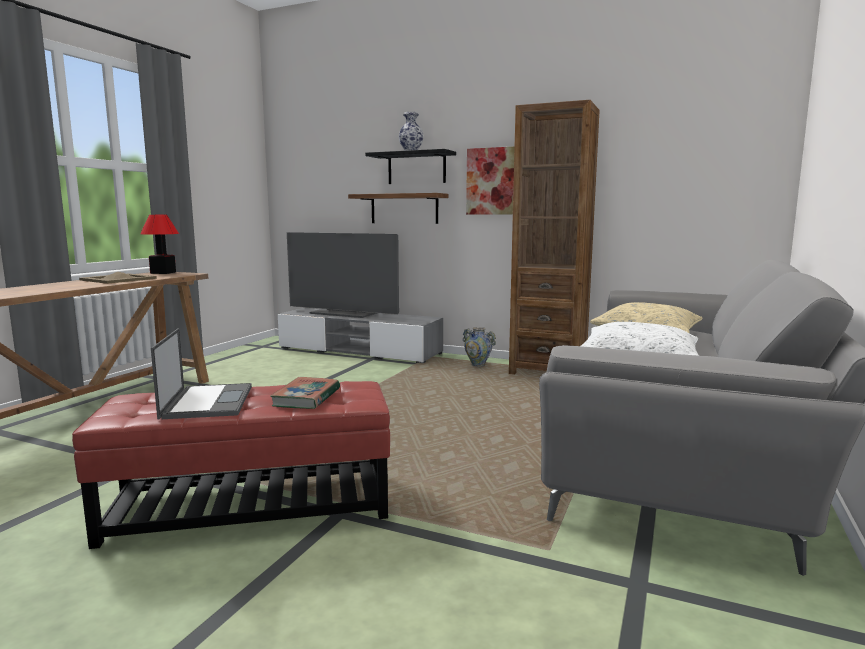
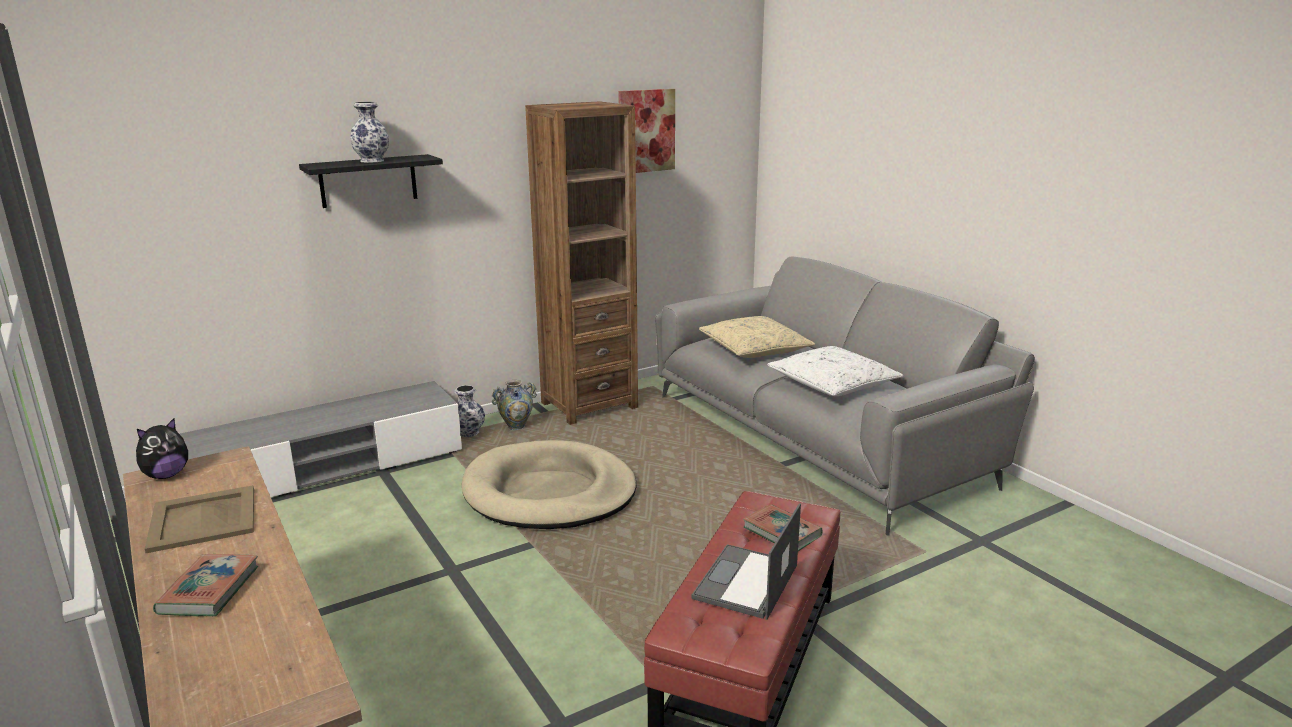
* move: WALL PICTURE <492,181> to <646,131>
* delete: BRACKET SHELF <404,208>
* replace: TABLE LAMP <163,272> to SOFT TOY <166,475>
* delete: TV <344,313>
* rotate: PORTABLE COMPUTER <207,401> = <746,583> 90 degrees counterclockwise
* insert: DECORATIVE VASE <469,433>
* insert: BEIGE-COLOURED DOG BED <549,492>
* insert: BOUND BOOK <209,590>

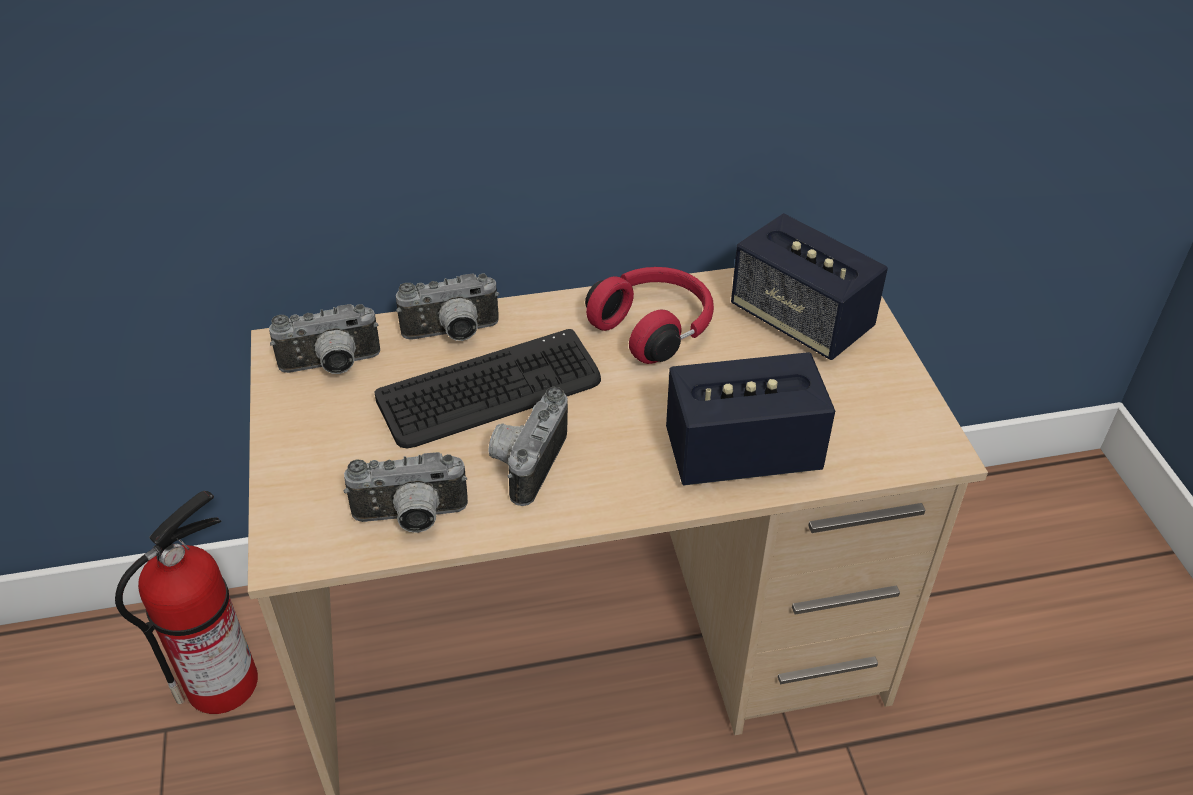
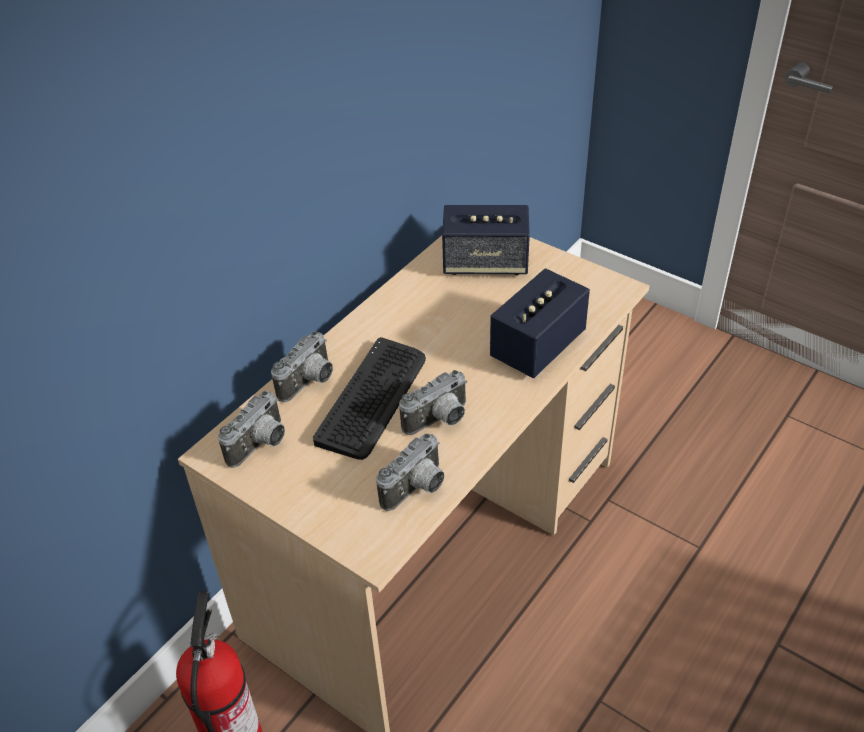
* delete: RED-COLOURED HEADPHONES <654,328>
* rotate: PHOTO CAMERA <526,462> = <439,421> 105 degrees counterclockwise

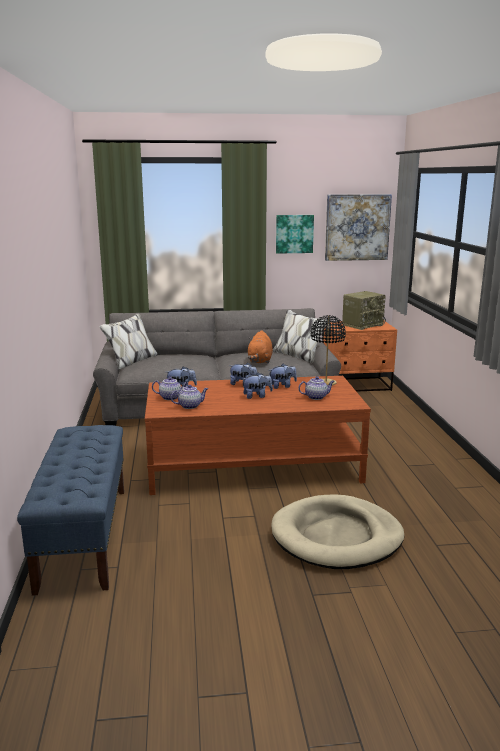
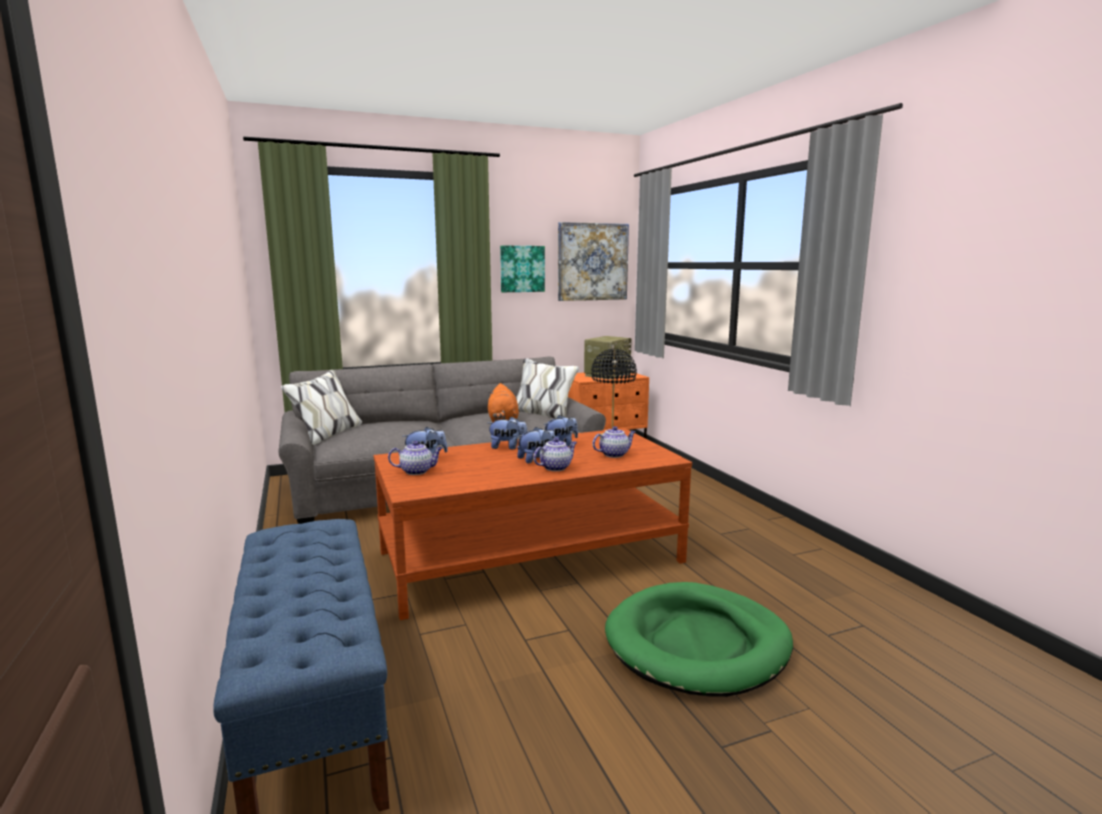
* move: POT FOR TEA <190,406> to <556,467>
* recolor: BEIGE-COLOURED DOG BED <337,536> to GREEN DOG BED <697,644>

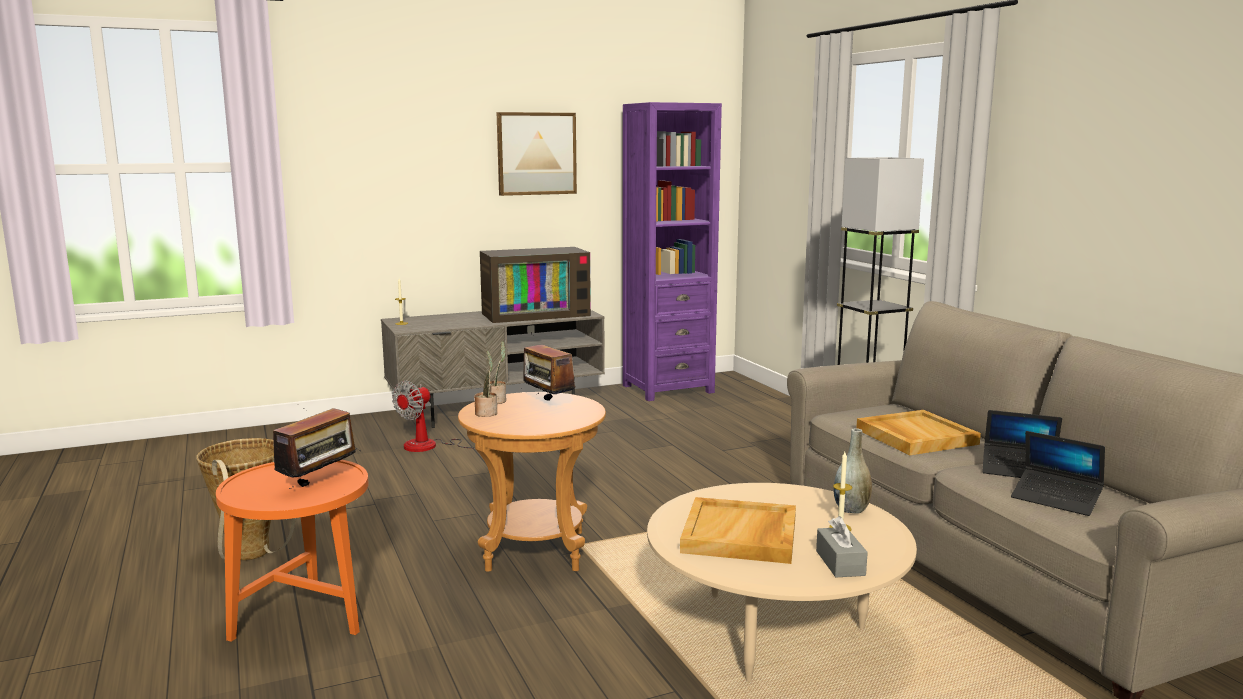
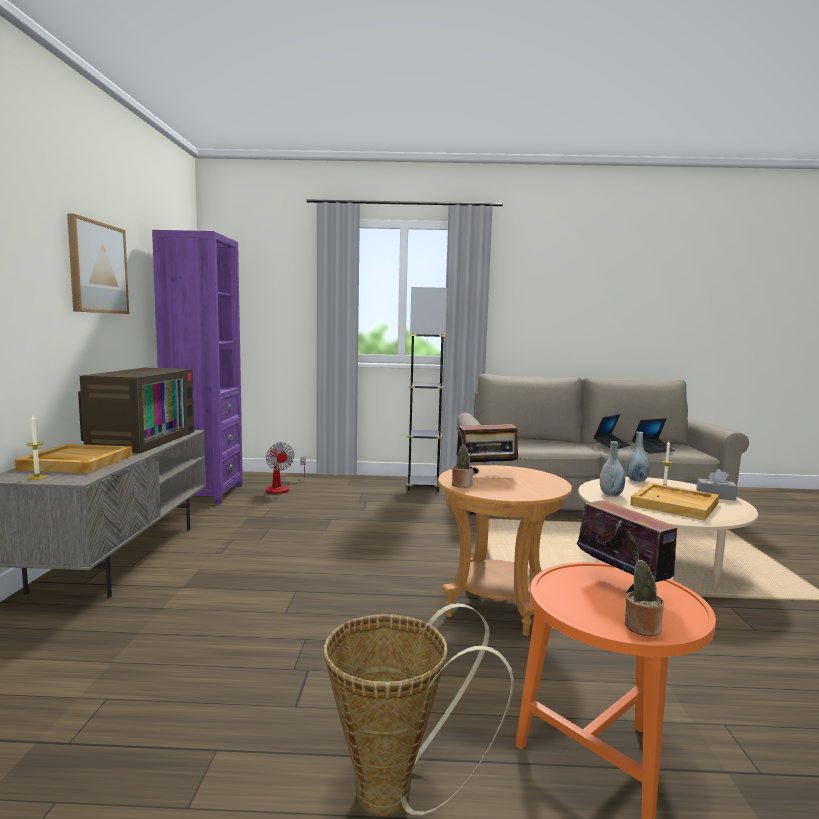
* move: POTTED PLANT <486,413> to <639,626>
* move: COOLING FAN <432,446> to <282,488>
* move: BEIGE-COLOURED SERVING TRAY <915,436> to <76,462>
* insert: GREY DECORATIVE VASE <611,494>

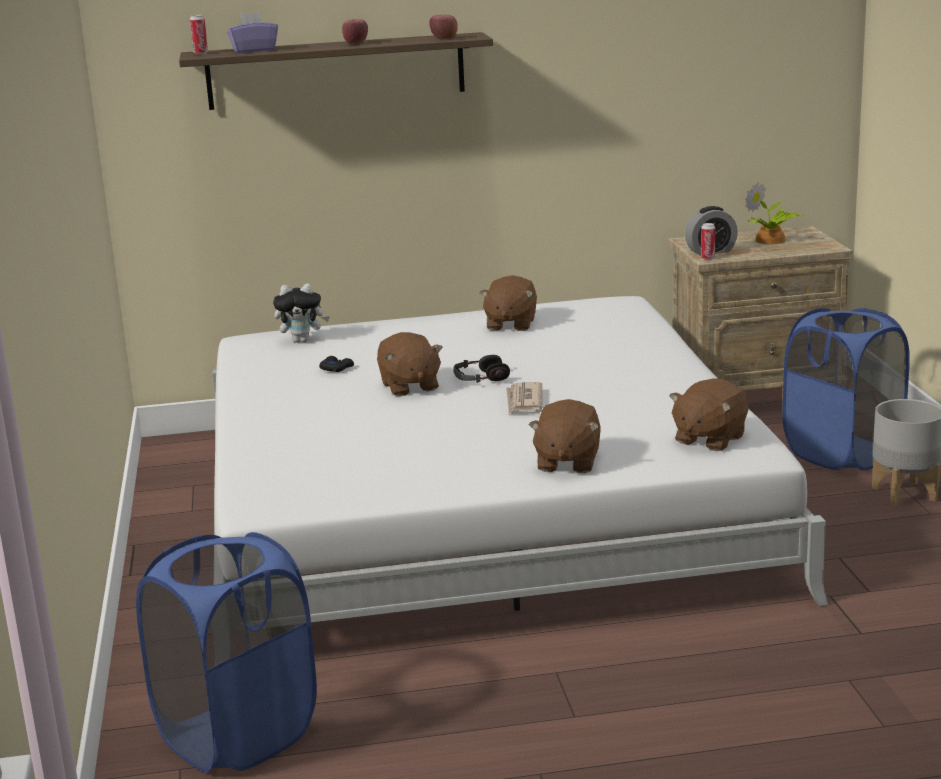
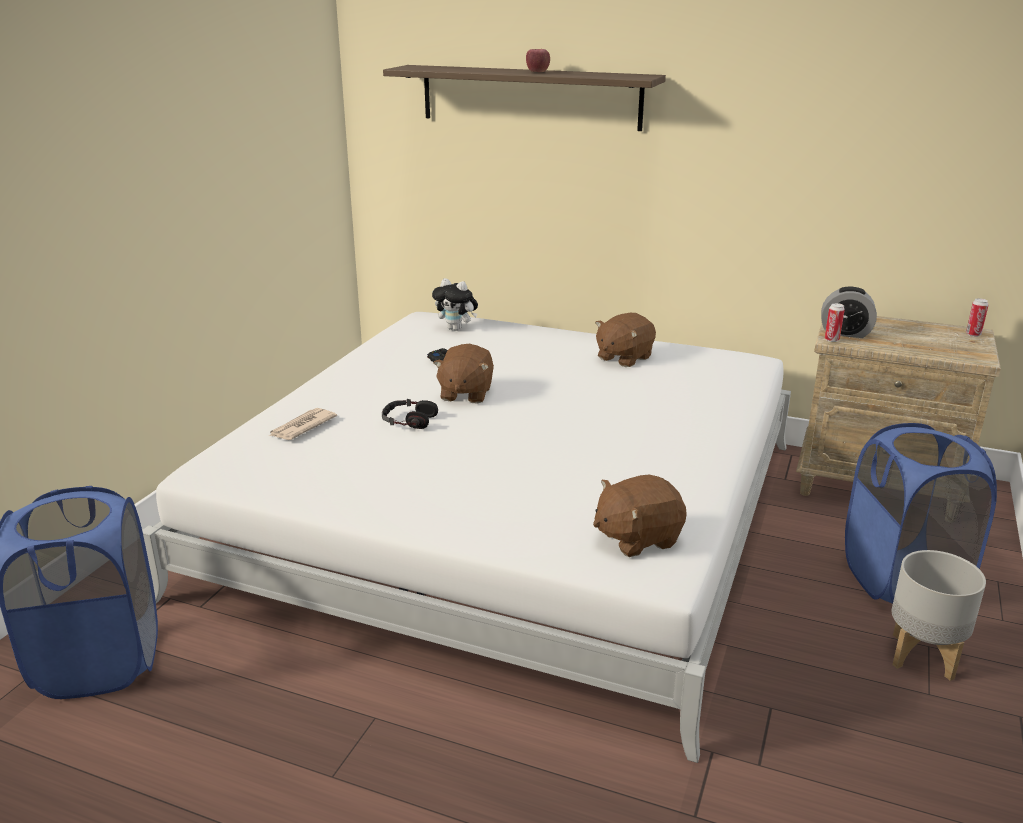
* delete: PURPLE-COLOURED BOX OF TISSUES <254,50>
* move: CAN <200,53> to <973,334>
* delete: APPLE FRUIT <444,39>
* delete: POTTED PLANT <771,241>
* move: HEADPHONES <481,378> to <409,420>
* move: NEWSPAPER <523,401> to <301,427>
* delete: BROWN-COLOURED SOFT TOY <566,462>

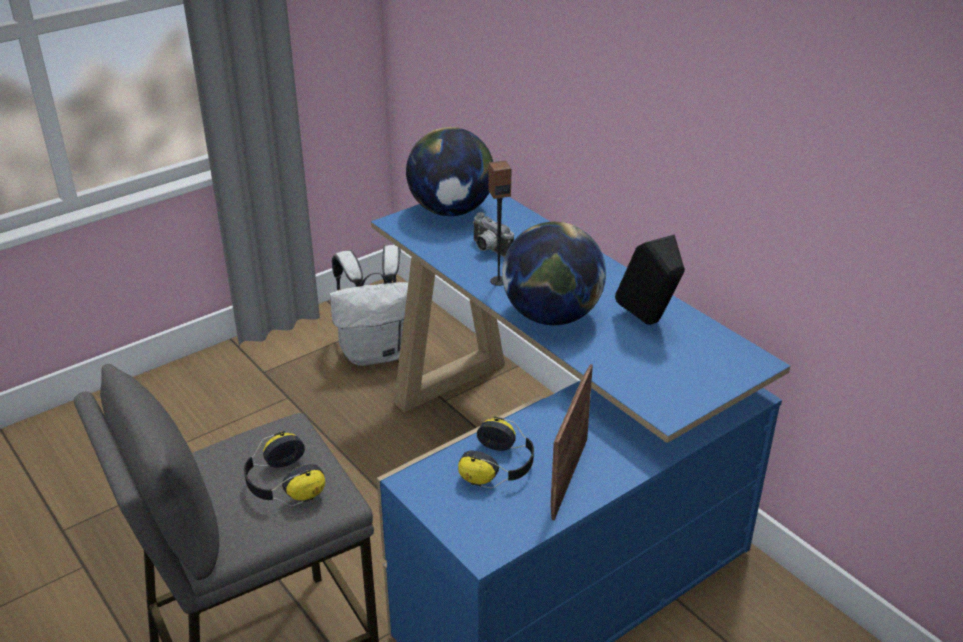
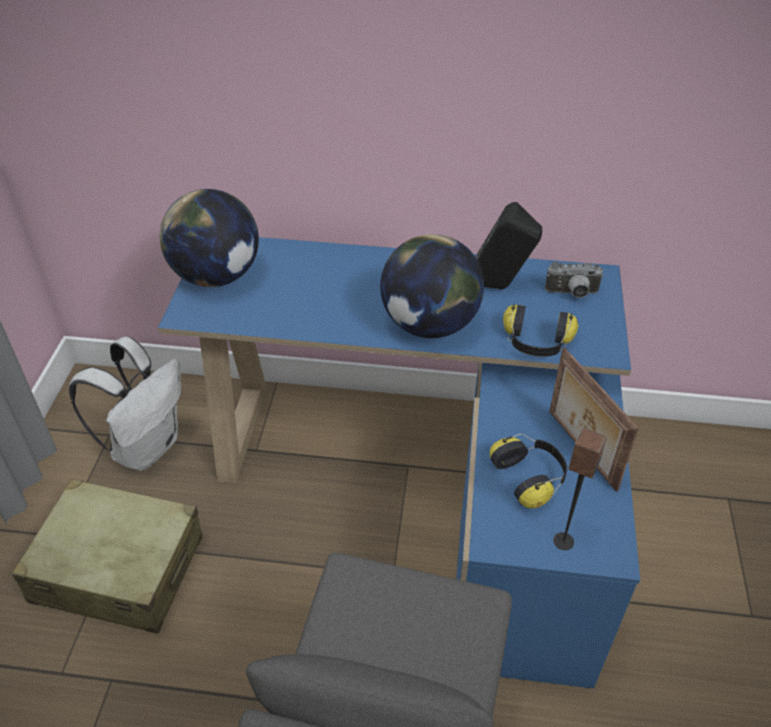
* move: SPEAKER <498,281> to <563,541>
* move: PHOTO CAMERA <488,249> to <572,294>
* move: HEADPHONES <282,484> to <536,343>
* insert: BEIGE-COLOURED SUITCASE <119,569>

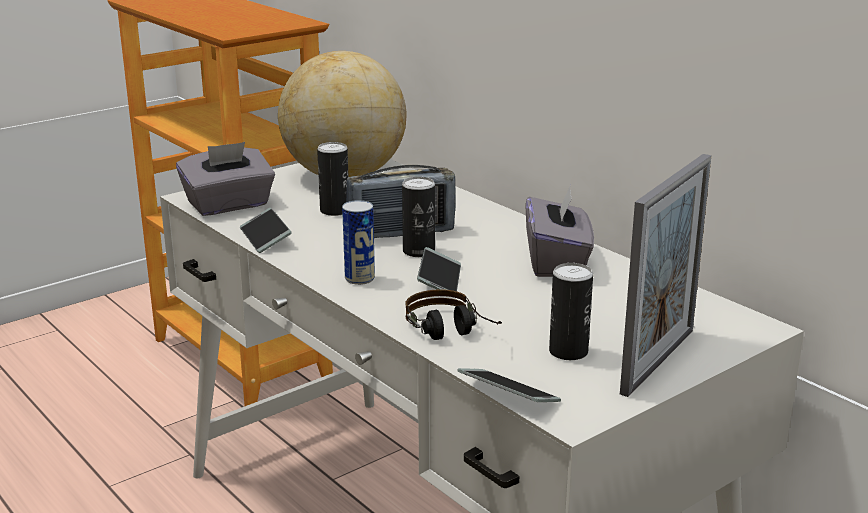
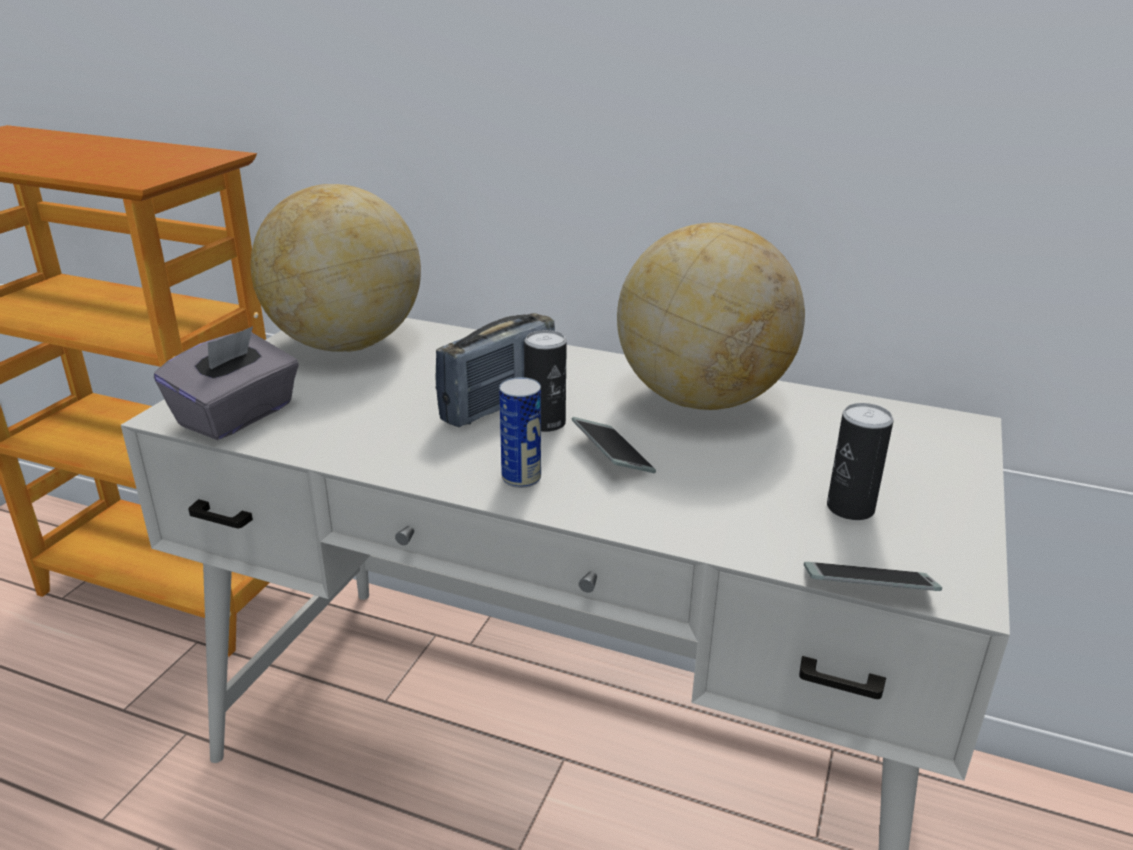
* delete: CAN <334,211>
* delete: PHOTO FRAME <658,361>
* replace: GREY BOX OF TISSUES <557,262> to GLOBE <701,399>
* delete: TELEPHONE <265,238>
* delete: HEADPHONES <452,333>

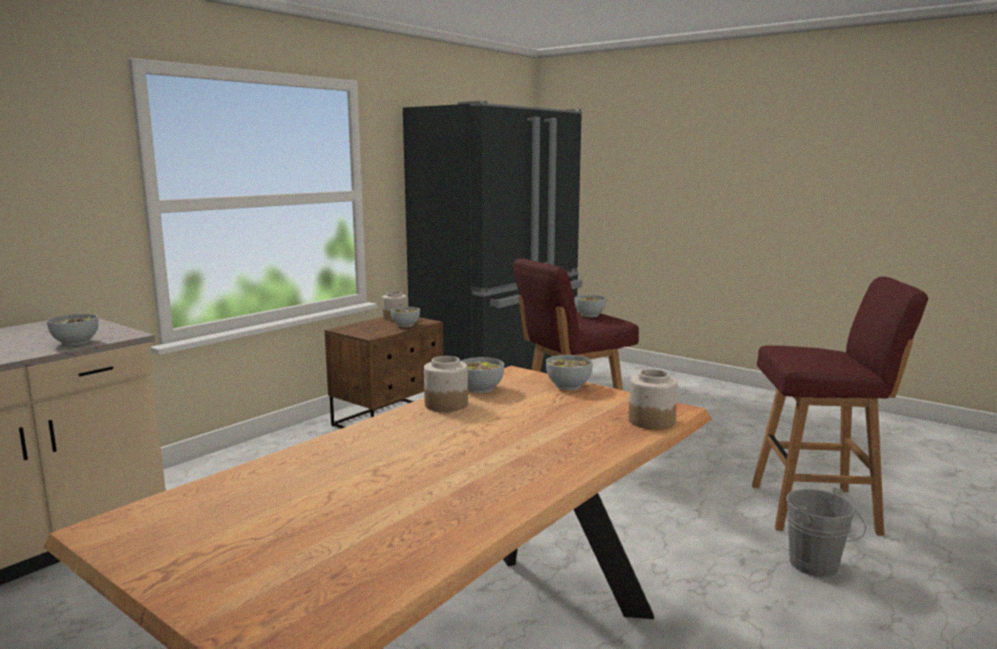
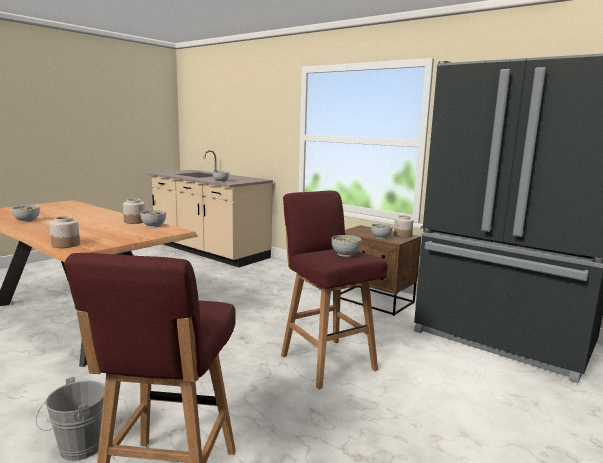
* move: SERVING BOWL <568,386> to <27,220>

